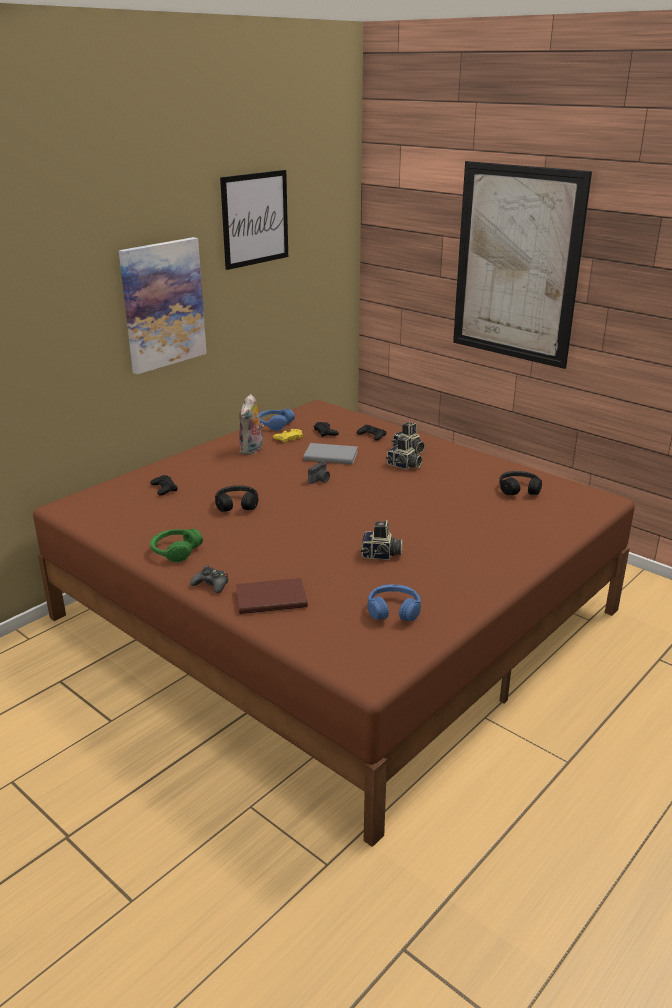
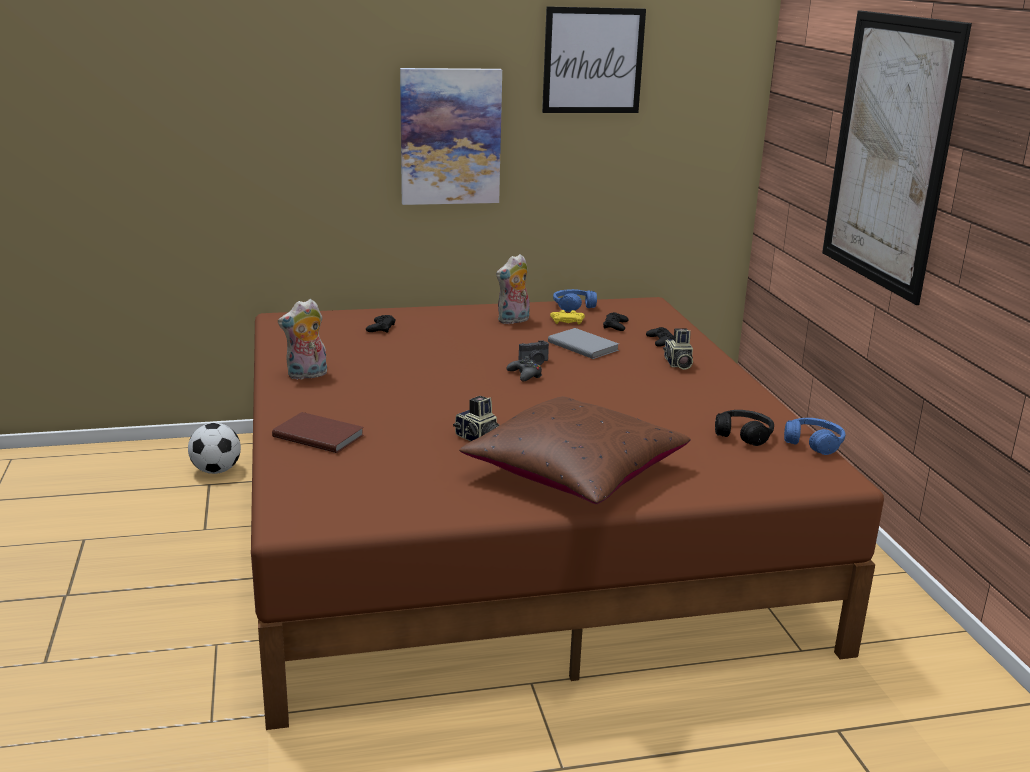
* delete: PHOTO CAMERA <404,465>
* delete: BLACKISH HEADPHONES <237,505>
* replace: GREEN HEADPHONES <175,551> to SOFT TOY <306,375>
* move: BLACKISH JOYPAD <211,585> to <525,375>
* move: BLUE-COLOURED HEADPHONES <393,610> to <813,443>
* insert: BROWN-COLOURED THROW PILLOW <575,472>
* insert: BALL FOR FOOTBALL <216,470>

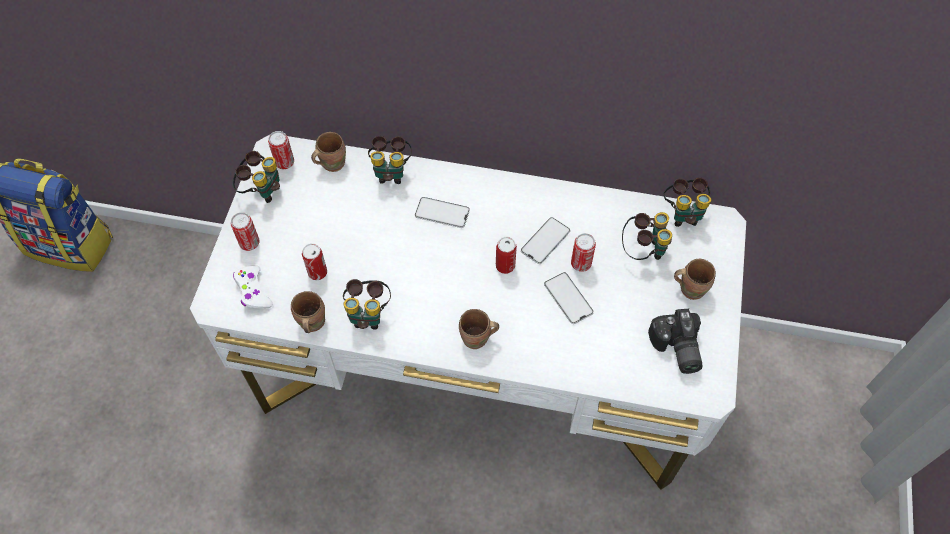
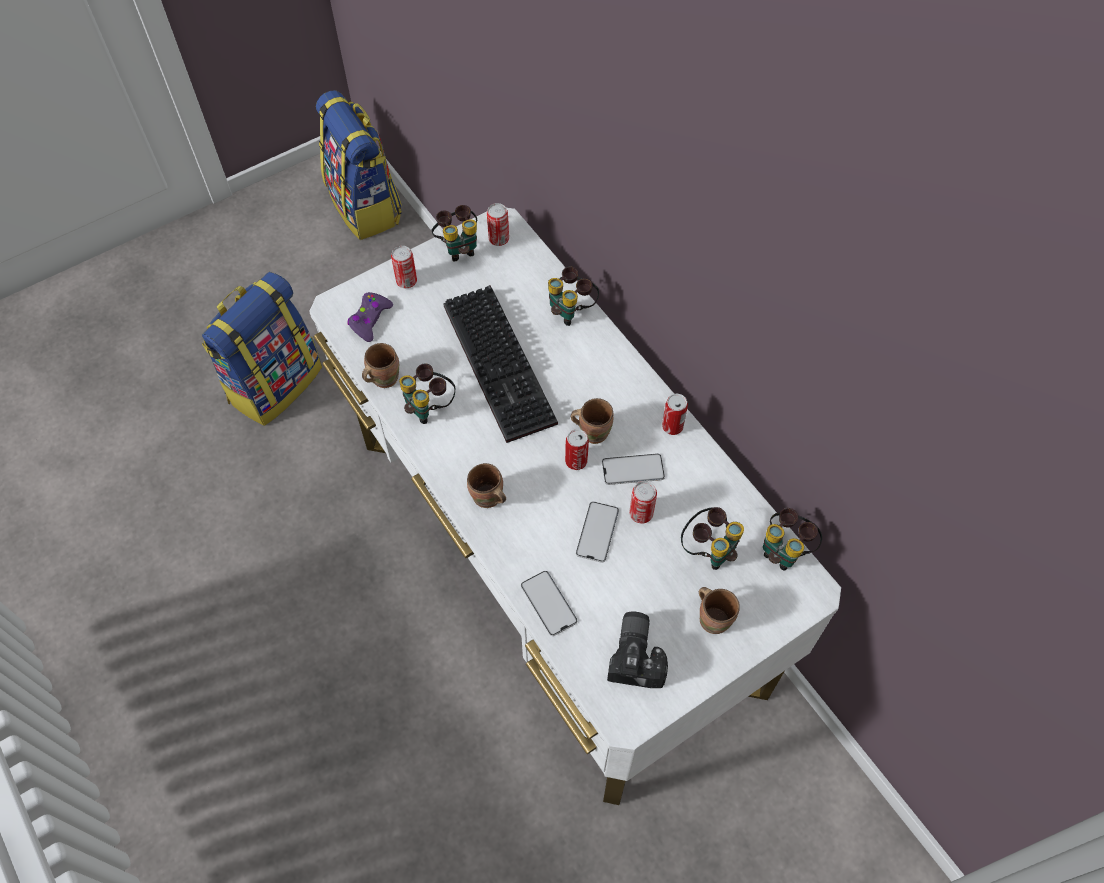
* move: BROWN-COLOURED COFFEE MUG <331,163> to <593,431>
* move: TELEPHONE <442,213> to <548,603>
* move: CAN <317,272> to <672,426>
* recolor: WHITISH JOYPAD <253,291> to PURPLE-COLOURED JOYPAD <370,320>
* rotate: PHOTO CAMERA <675,349> = <639,655> 150 degrees clockwise
* insert: BACKPACK <275,383>
* insert: COMPUTER KEYBOARD <503,365>

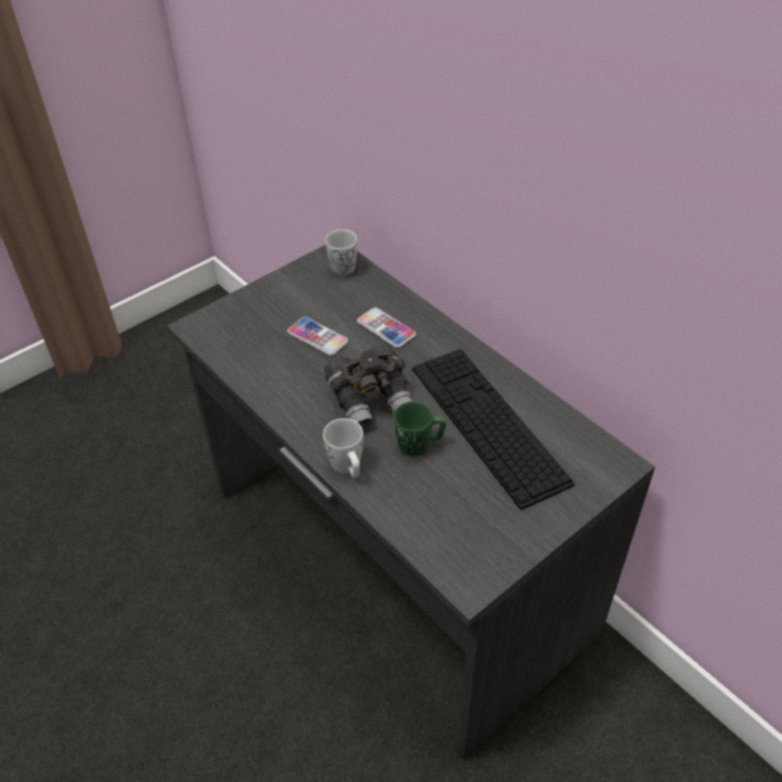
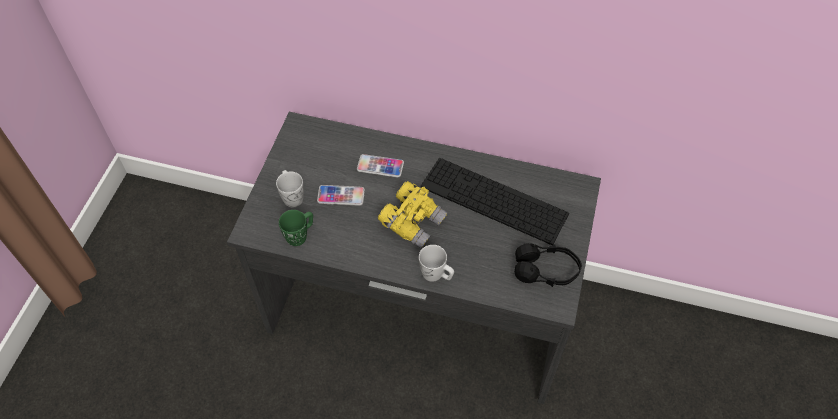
* move: WHITISH COFFEE MUG <344,265> to <292,196>
* recolor: GREY FIELD GLASSES <371,400> to YELLOW FIELD GLASSES <413,222>
* move: GREEN COFFEE MUG <419,445> to <300,235>
* insert: BLACKISH HEADPHONES <546,271>

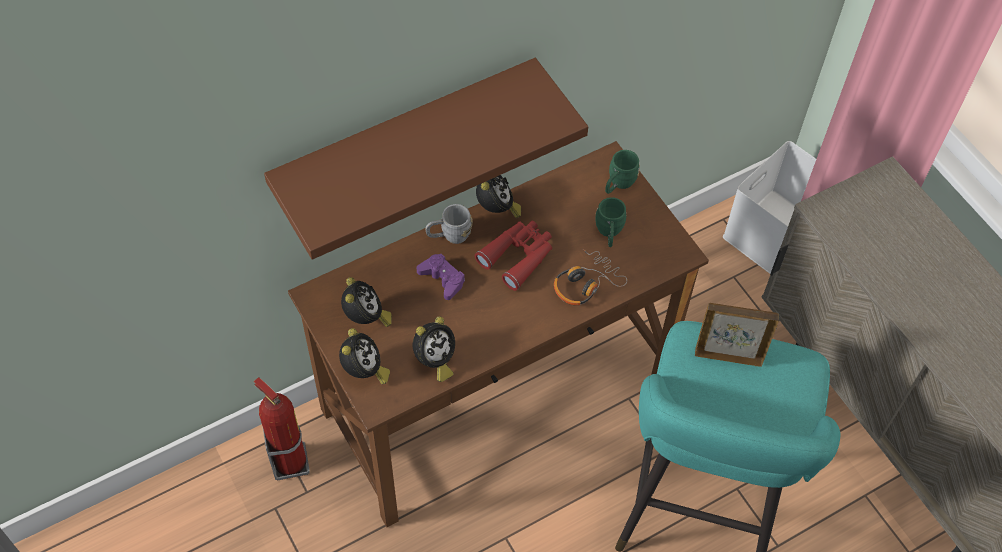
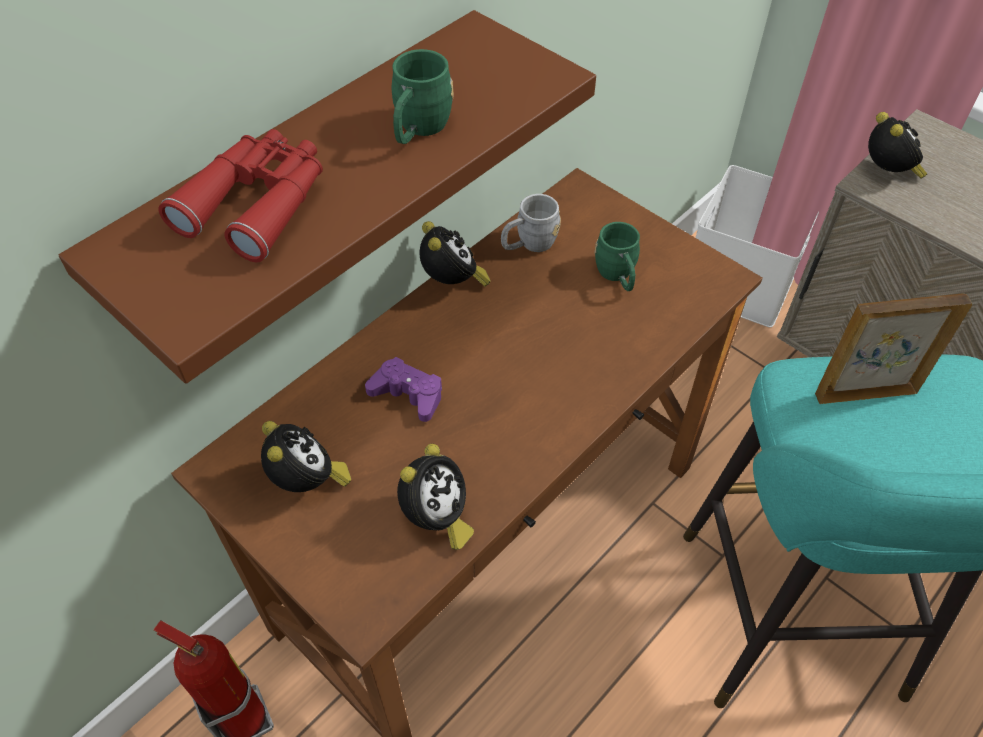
* move: GREEN COFFEE MUG <618,184> to <418,130>
* move: GREY COFFEE MUG <449,235> to <529,244>
* move: RED-COLOURED FIELD GLASSES <518,256> to <258,203>
* delete: HEADPHONES <585,283>
* move: ALARM CLOCK <364,371> to <887,174>

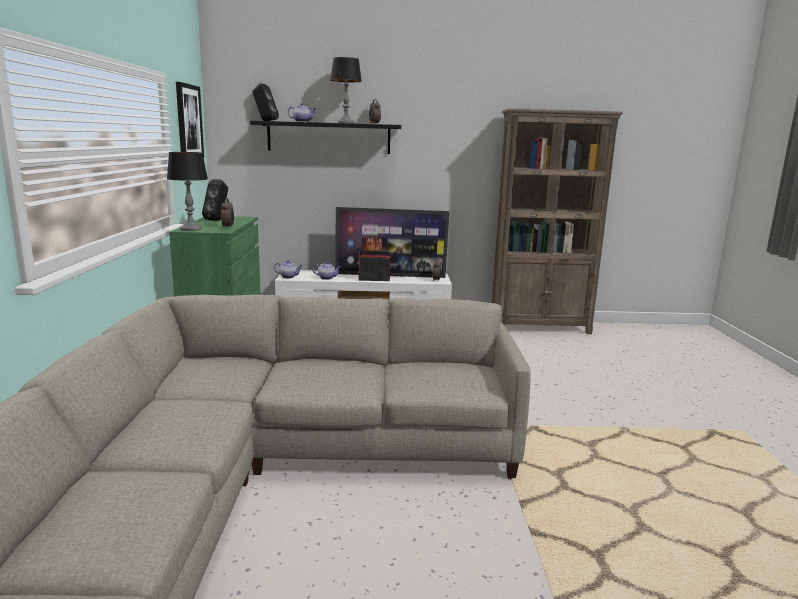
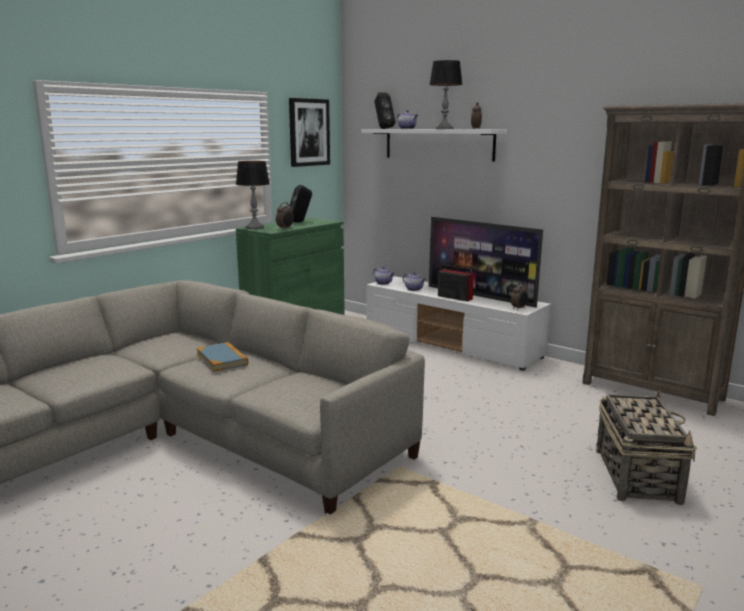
* recolor: BLACKISH BRACKET SHELF <329,137> to WHITISH BRACKET SHELF <438,144>
* insert: BOUND BOOK <222,359>
* insert: HOUSEHOLD BASKET <636,475>

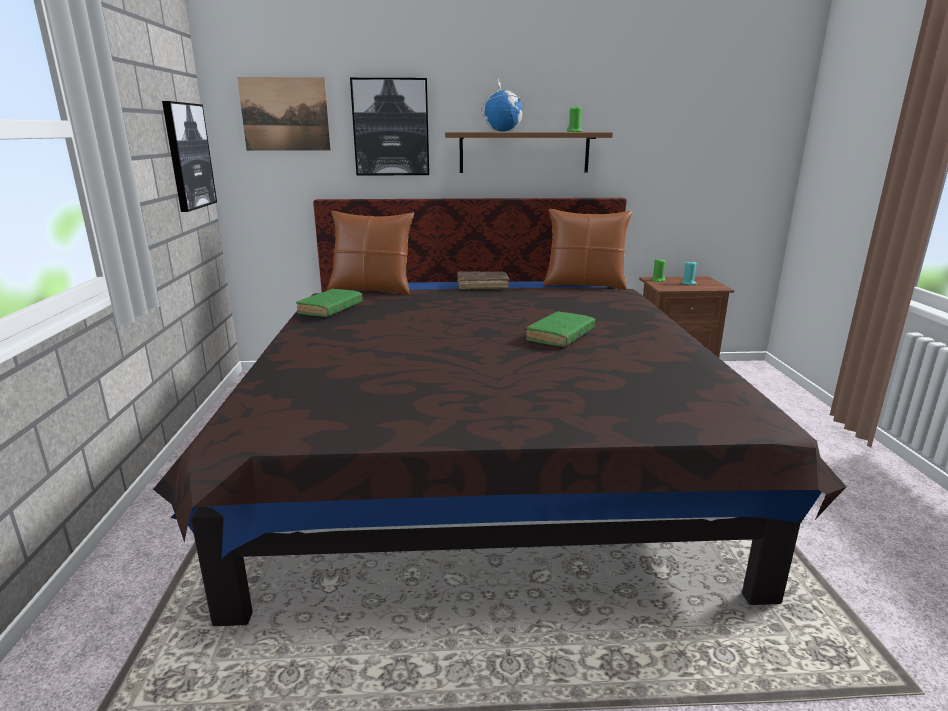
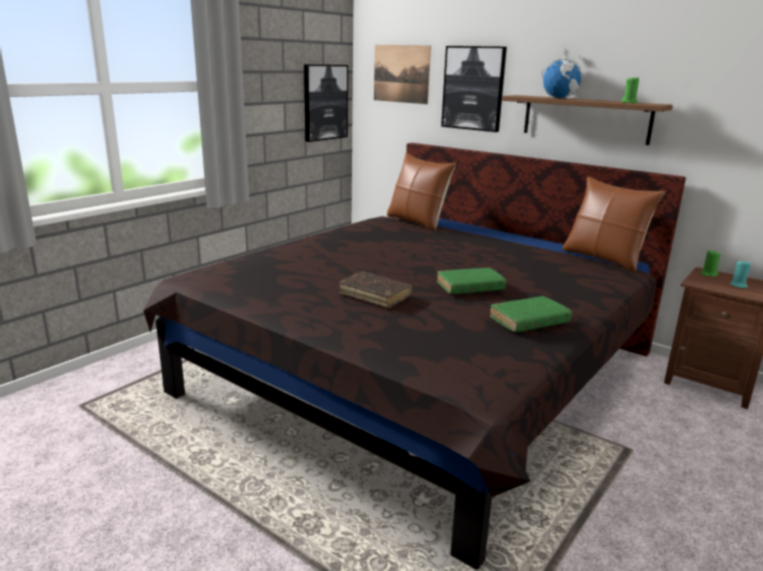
* move: BROWN-COLOURED BOUND BOOK <482,286> to <375,296>
* move: GREEN BOUND BOOK <330,309> to <529,321>

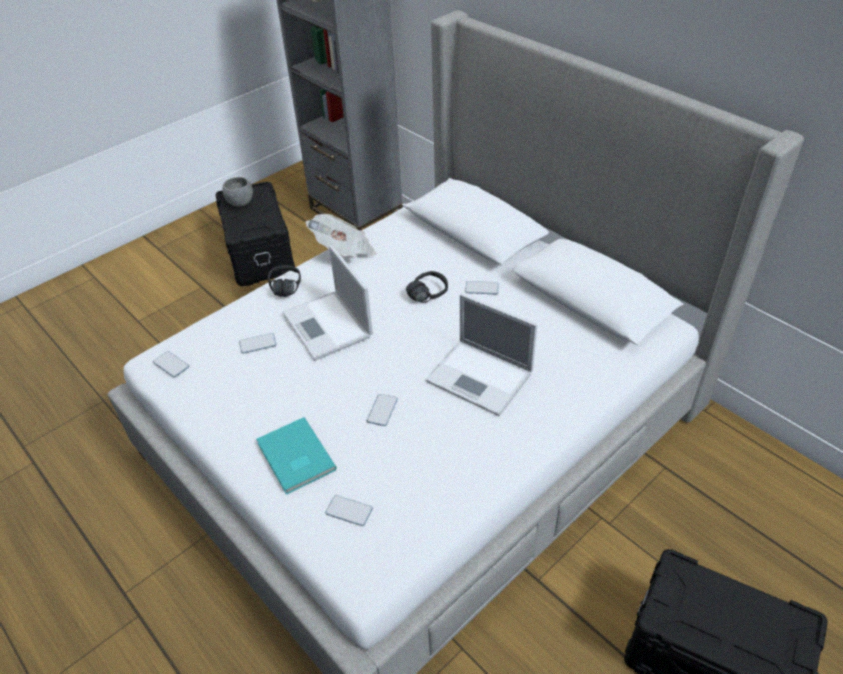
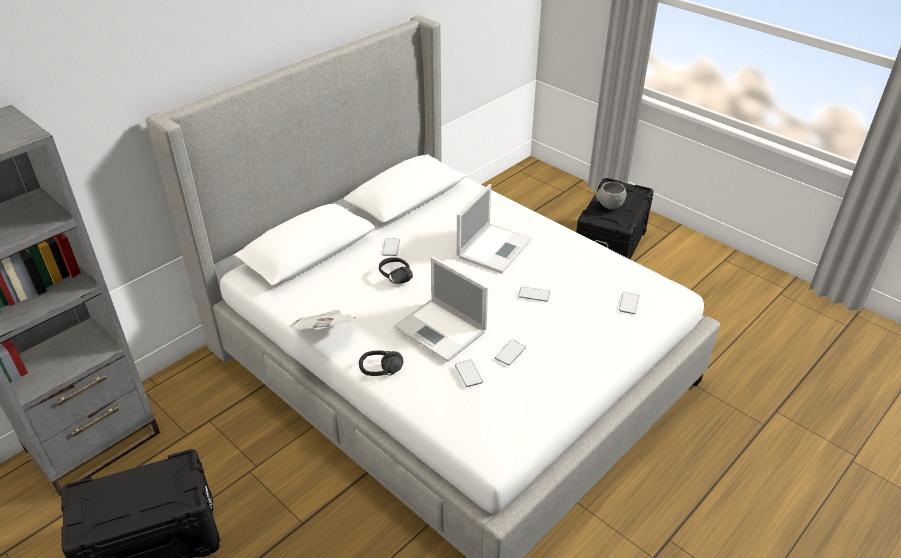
* move: GREY SERVING BOWL <241,203> to <609,206>
* rotate: PORTABLE COMPUTER <328,326> = <442,330> 75 degrees clockwise
* move: TELEPHONE <171,365> to <510,353>
* delete: BLUE-GREEN BOUND BOOK <295,458>

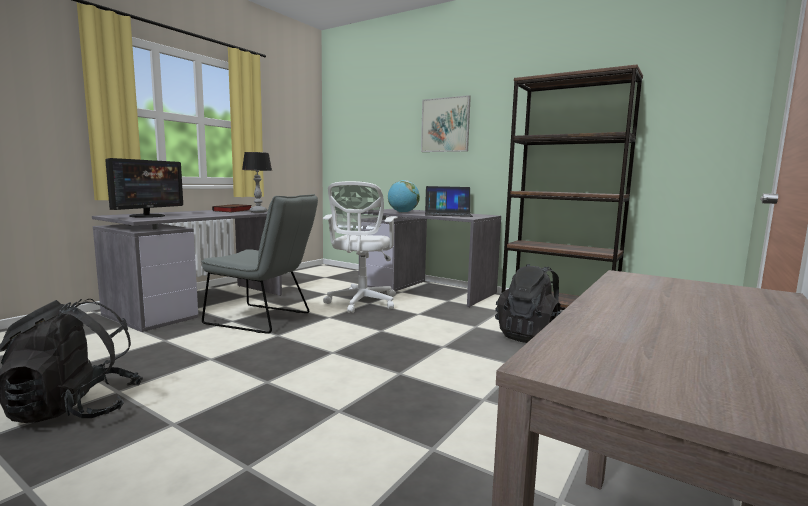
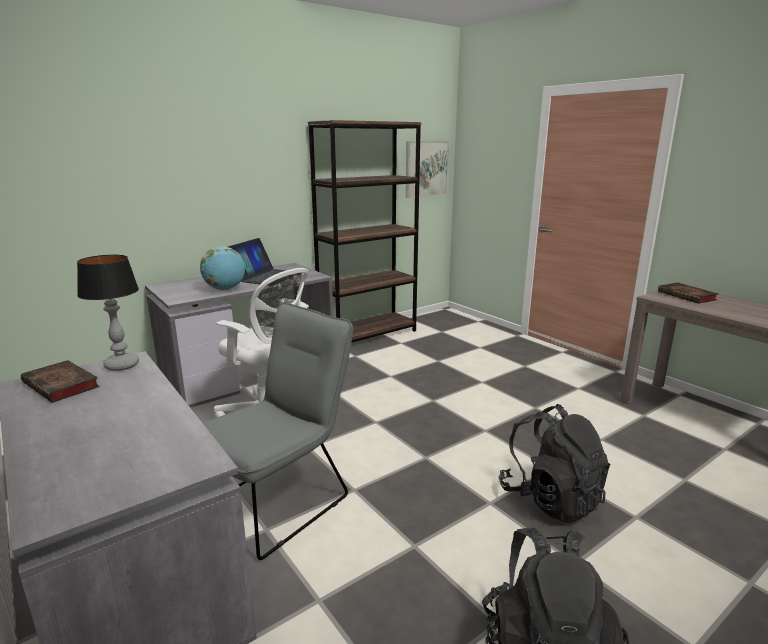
* move: WALL PICTURE <445,125> to <426,169>
* delete: COMPUTER DISPLAY <148,216>
* move: BLACKISH BACKPACK <530,336> to <551,499>
* insert: BOUND BOOK <688,296>

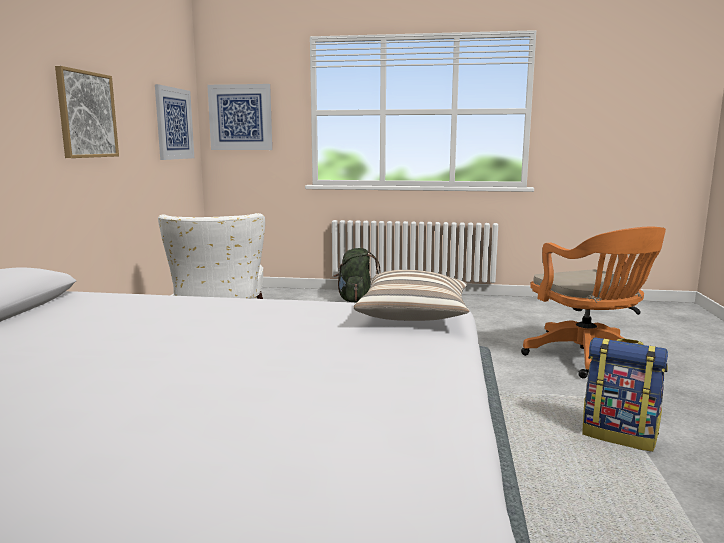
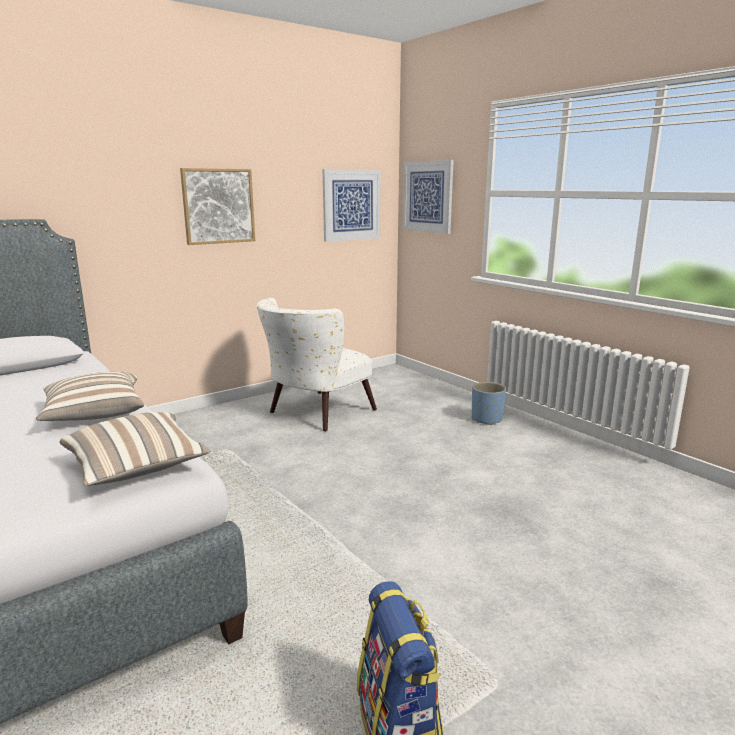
* delete: ORANGEY OFFICE CHAIR <588,359>
* replace: GREEN BACKPACK <356,300> to BLUE-COLOURED FLOWER POT <487,419>
* insert: THROW PILLOW <94,414>

